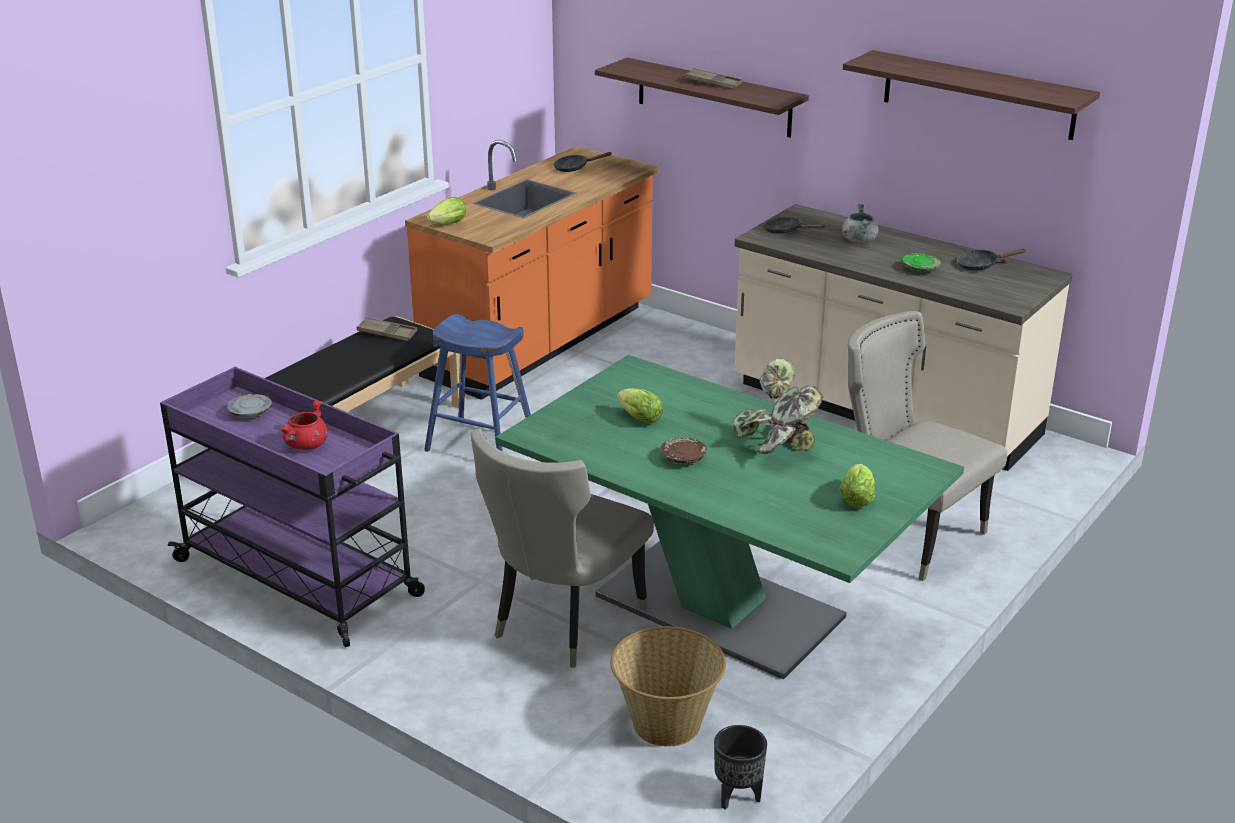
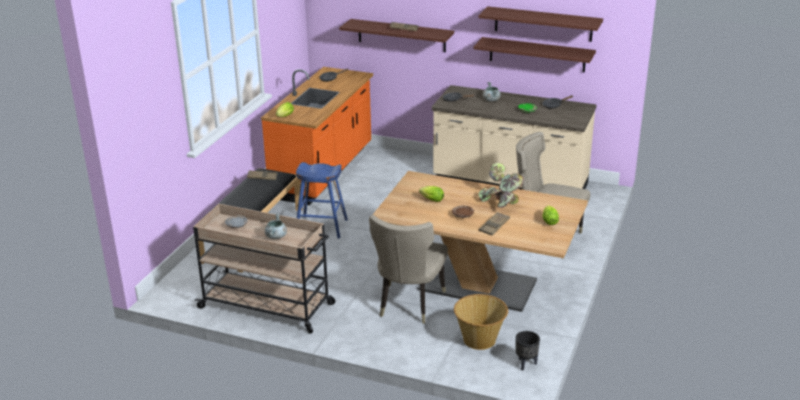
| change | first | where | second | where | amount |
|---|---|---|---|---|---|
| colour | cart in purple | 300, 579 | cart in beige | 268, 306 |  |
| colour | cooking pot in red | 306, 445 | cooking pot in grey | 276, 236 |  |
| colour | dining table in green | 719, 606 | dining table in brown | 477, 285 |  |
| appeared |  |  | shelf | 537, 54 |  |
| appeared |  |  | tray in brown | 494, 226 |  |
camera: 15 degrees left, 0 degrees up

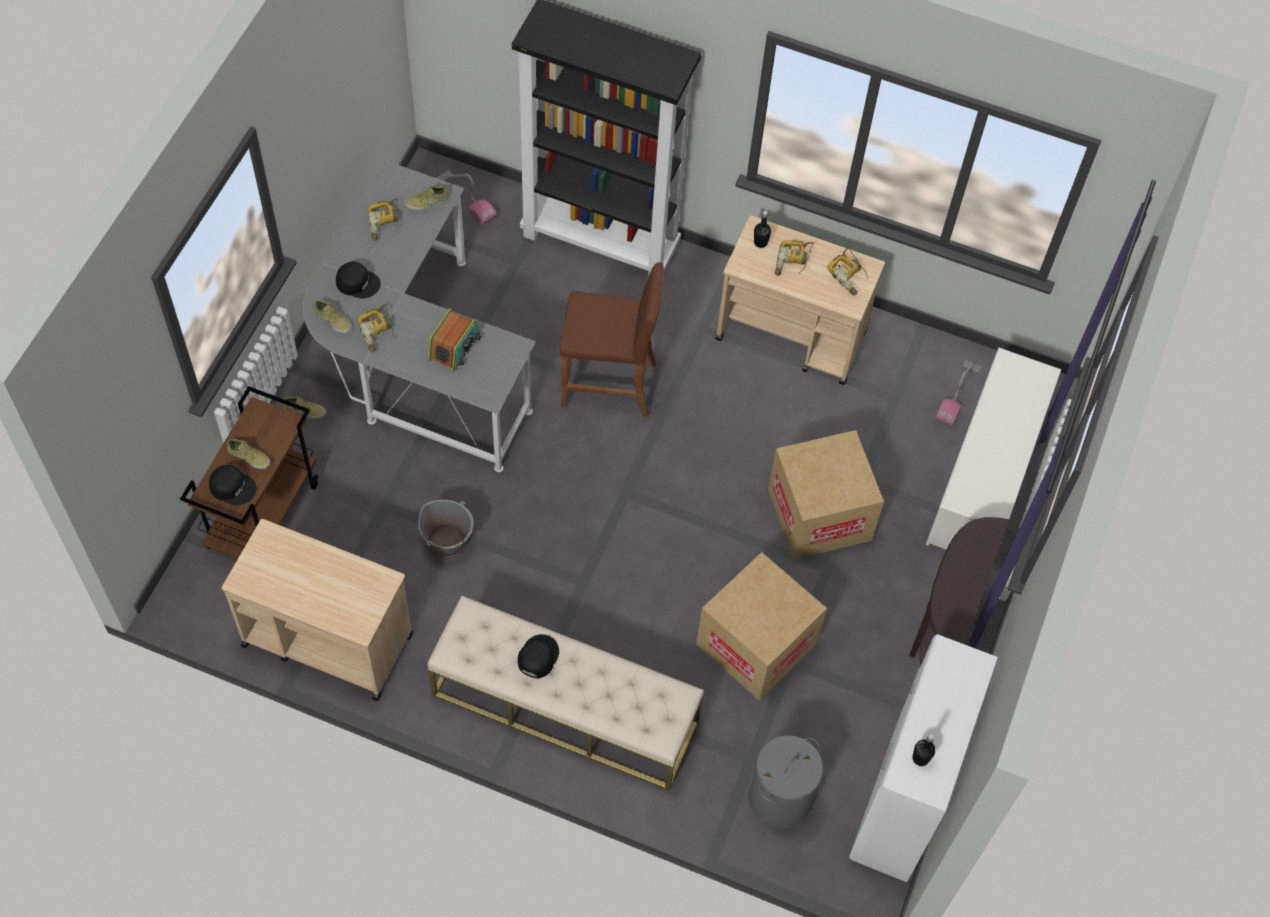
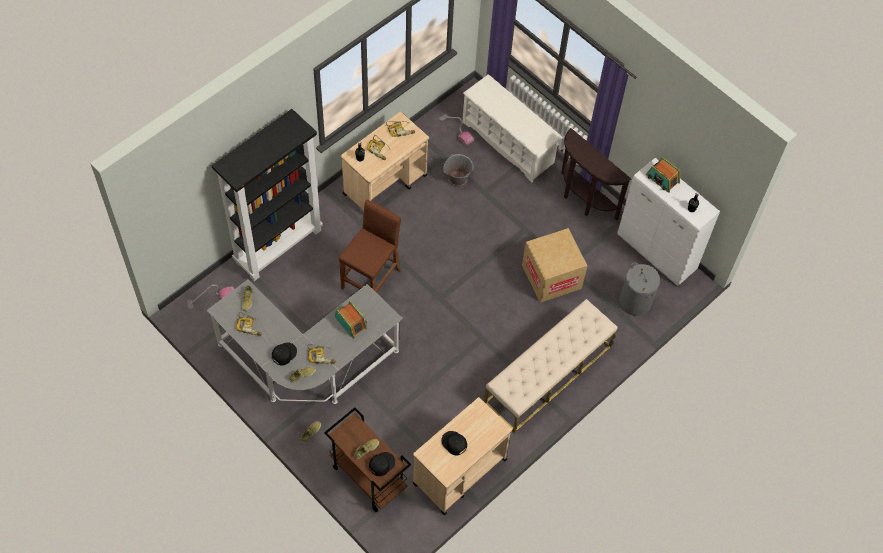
| change | first | where | second | where | amount |
|---|---|---|---|---|---|
| relocated | bucket in grey | 447, 544 |  | 457, 179 |  |
| relocated | cap in black | 537, 656 |  | 454, 443 |  |
| missing | cardboard box | 819, 514 |  |  |  |
| appeared |  |  | radio | 662, 179 |  |
camera: 65 degrees left, 0 degrees up

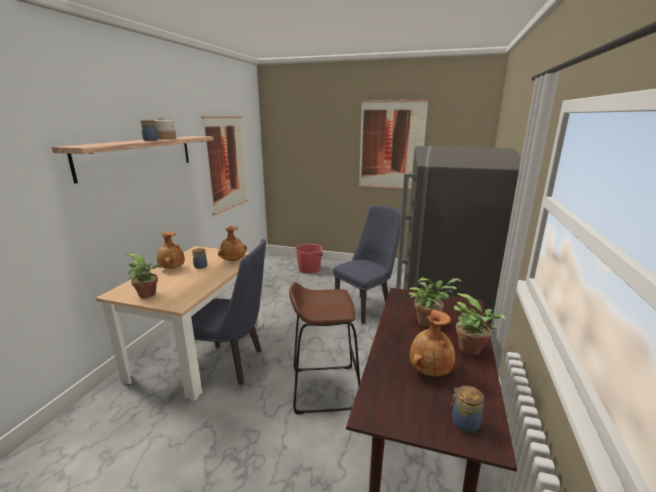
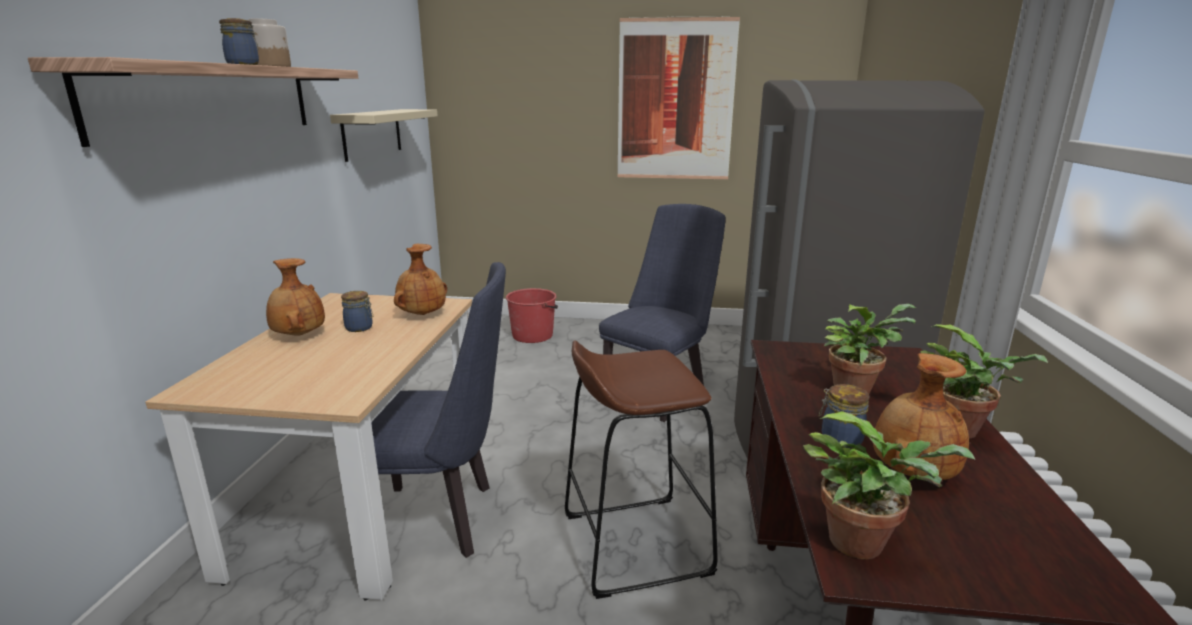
| change | first | where | second | where | amount |
|---|---|---|---|---|---|
| relocated | potted plant | 149, 295 |  | 863, 542 |  |
| exchanged | picture | 227, 163 | shelf in beige | 372, 133 |  |
| relocated | jar | 464, 422 |  | 839, 439 |  |
camera: 10 degrees left, 0 degrees up

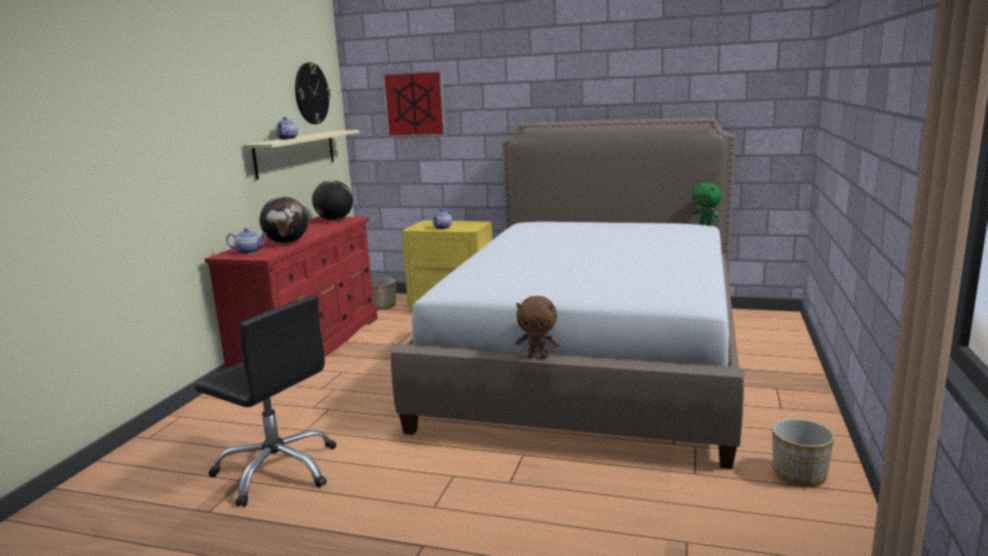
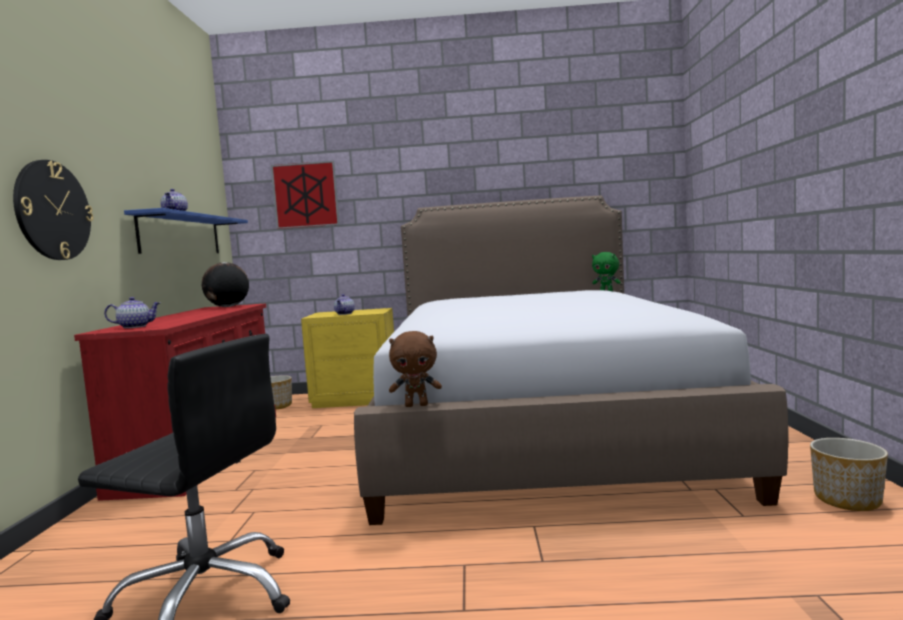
| change | first | where | second | where | amount |
|---|---|---|---|---|---|
| colour | shelf in beige | 296, 153 | shelf in blue | 181, 235 |  |
| missing | globe | 287, 243 |  |  |  |
| relocated | wall clock | 311, 93 |  | 53, 210 |  |
| relocated | plush toy in brown | 538, 357 |  | 417, 405 |  |
camera: 15 degrees left, 10 degrees down

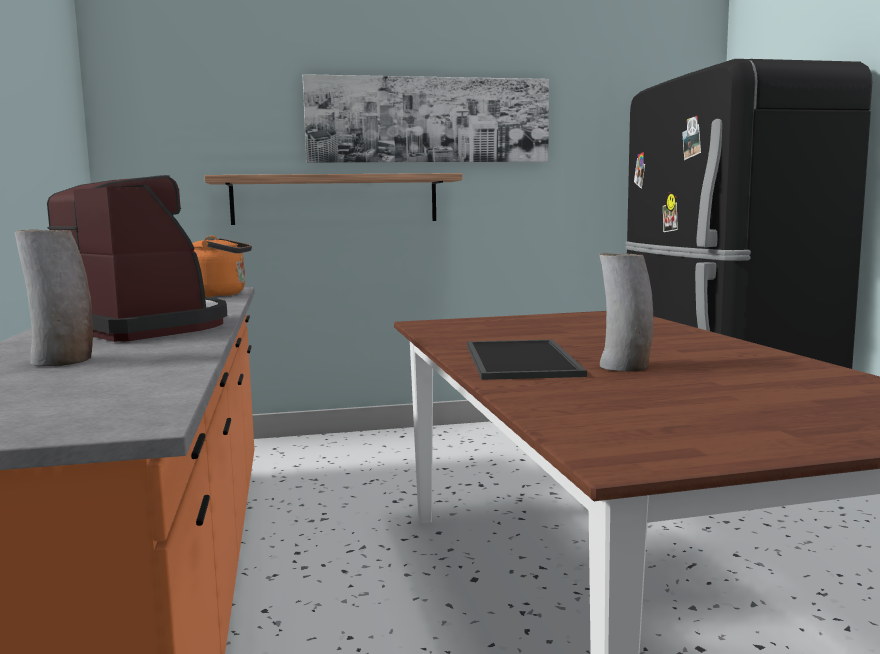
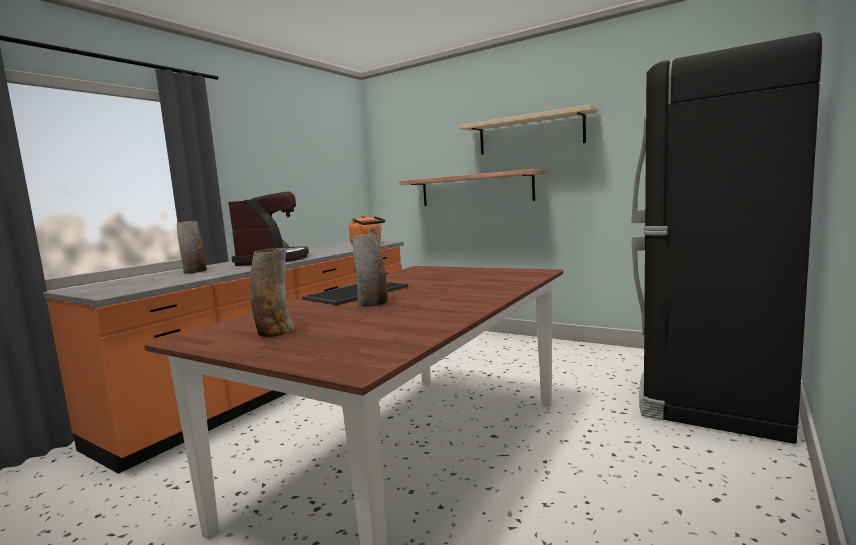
| change | first | where | second | where | amount |
|---|---|---|---|---|---|
| exchanged | picture | 429, 120 | shelf in beige | 530, 133 |  |
| appeared |  |  | vase | 275, 332 |  |
camera: 45 degrees right, 0 degrees up

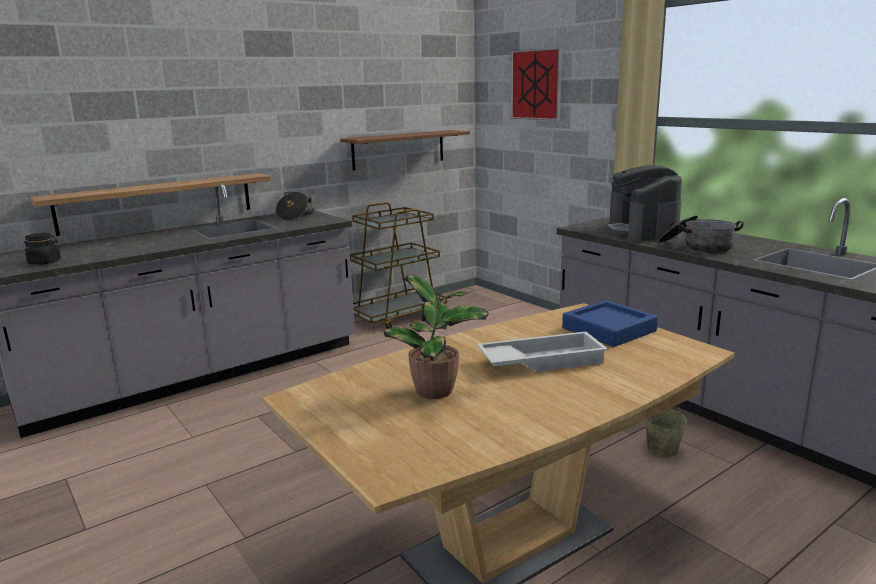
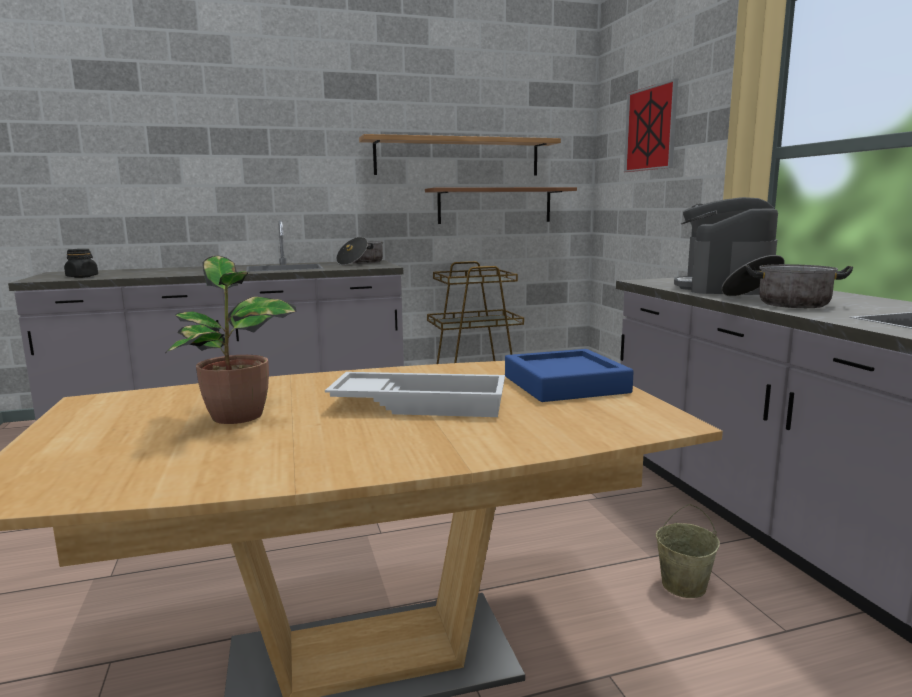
| change | first | where | second | where | amount |
|---|---|---|---|---|---|
| relocated | shelf | 157, 202 |  | 458, 157 |  |
camera: 20 degrees right, 5 degrees down

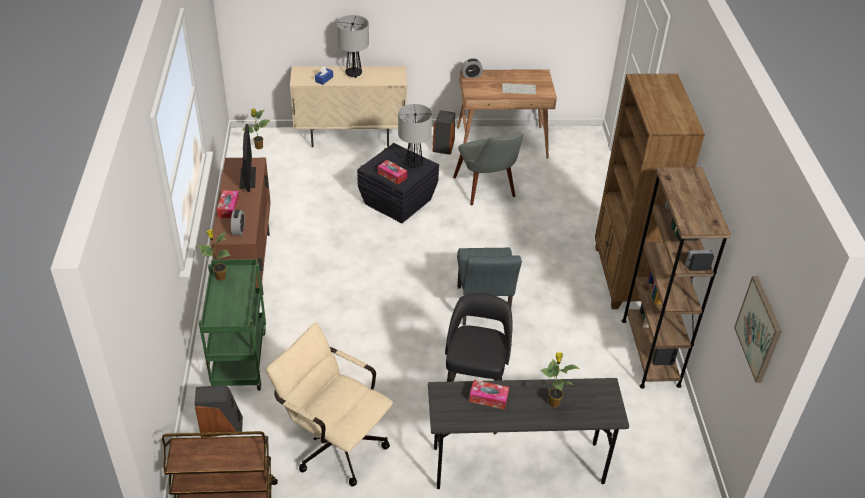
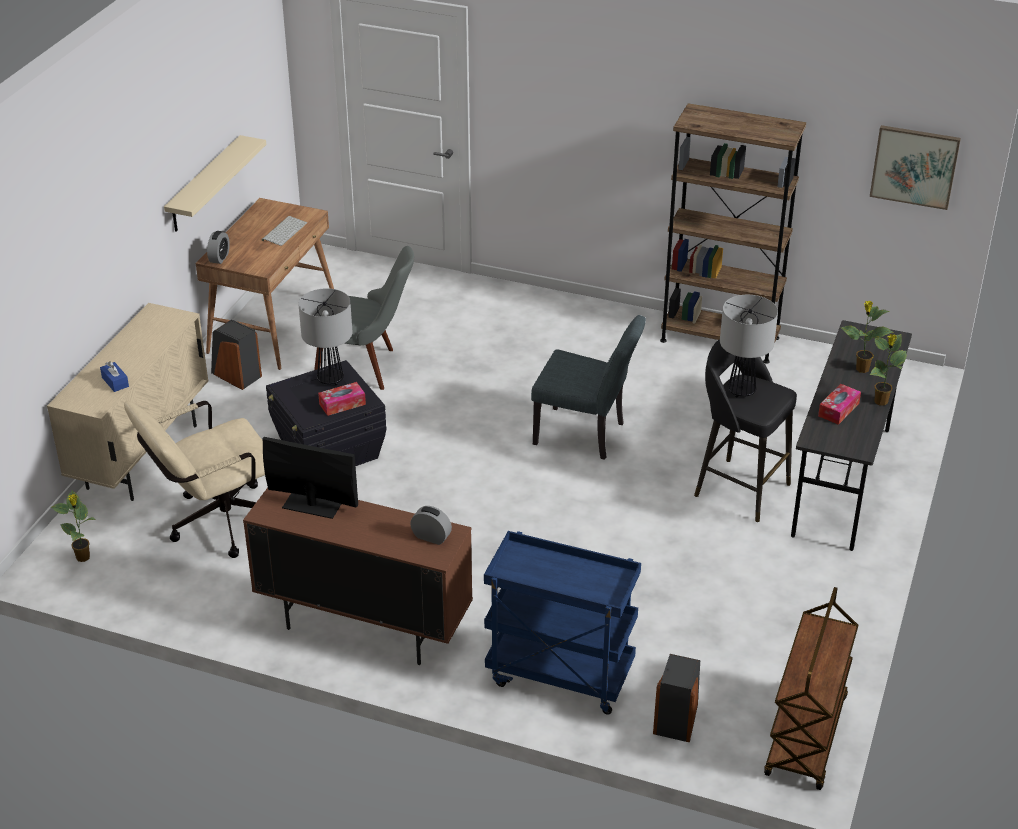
| change | first | where | second | where | amount |
|---|---|---|---|---|---|
| relocated | potted plant | 220, 277 |  | 881, 402 |  |
| colour | cart in green | 239, 358 | cart in blue | 558, 676 |  |
| missing | tissue box | 228, 208 |  |  |  |
| relocated | office chair in beige | 334, 443 |  | 216, 524 |  |
| relocated | table lamp | 354, 74 |  | 742, 391 |  |
| missing | bookcase in brown | 624, 277 |  |  |  |
| appeared |  |  | shelf in beige | 205, 185 |  |
camera: 65 degrees left, 5 degrees down

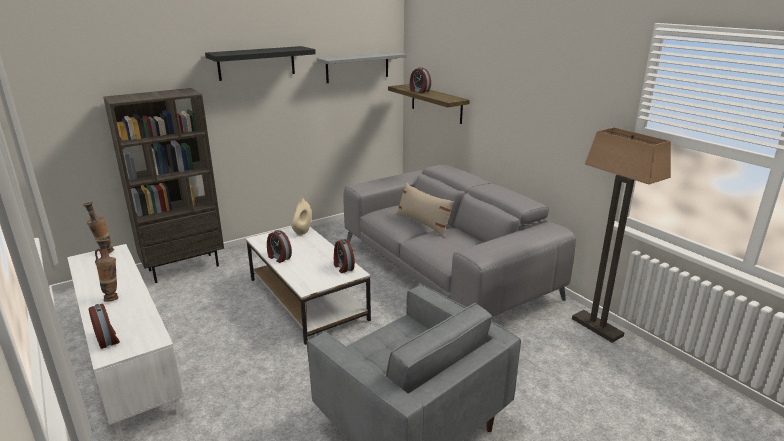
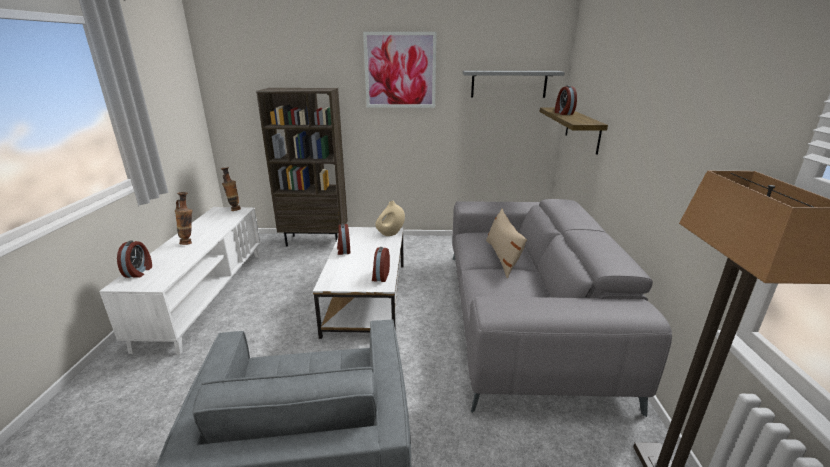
| change | first | where | second | where | amount |
|---|---|---|---|---|---|
| exchanged | shelf in black | 256, 63 | picture | 400, 70 |  |
camera: 35 degrees right, 0 degrees up

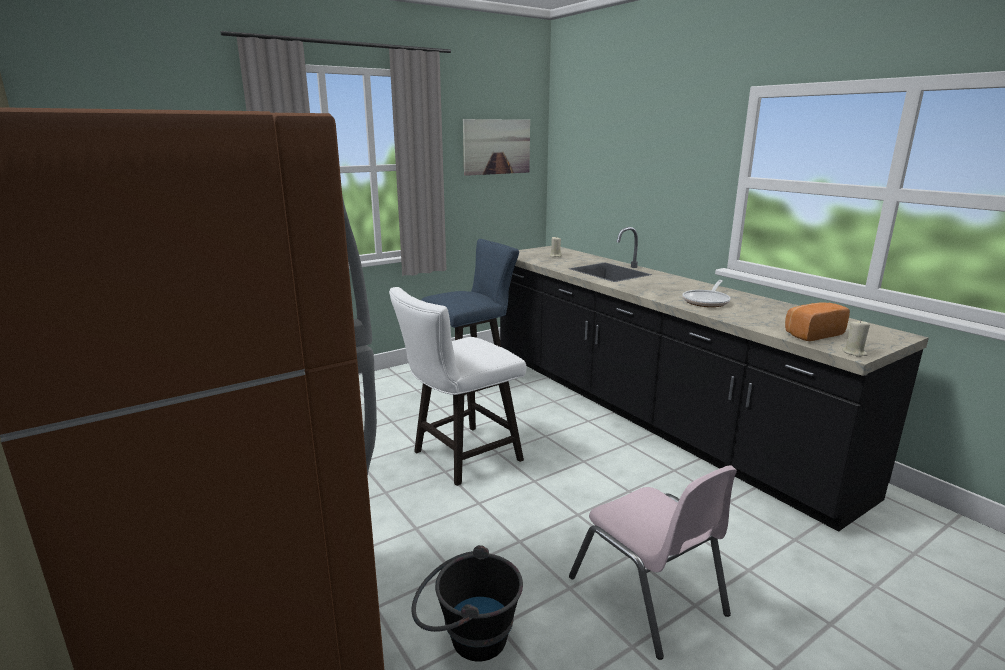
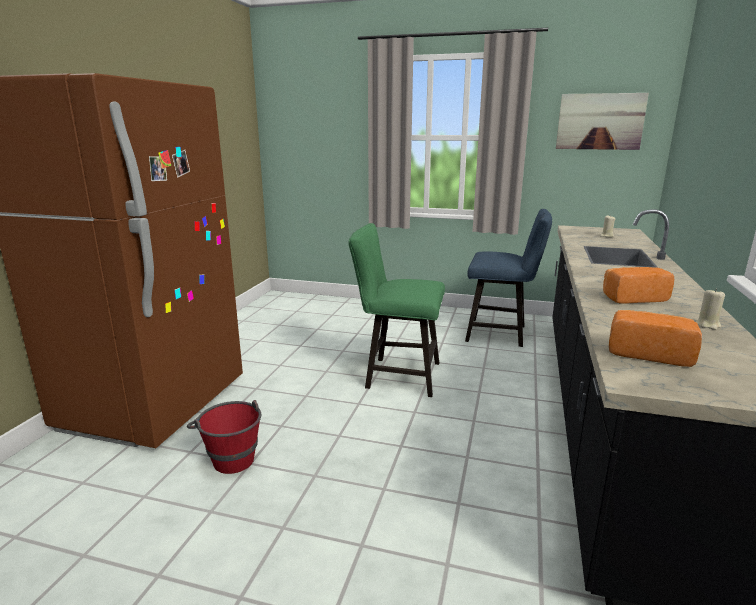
| change | first | where | second | where | amount |
|---|---|---|---|---|---|
| colour | chair in white | 460, 458 | chair in green | 397, 375 |  |
| colour | bucket in black | 467, 638 | bucket in red | 230, 456 |  |
| missing | chair in pink | 647, 596 |  |  |  |
| exchanged | frying pan | 707, 301 | bread | 632, 298 |  |
| relocated | candle in beige | 854, 353 |  | 708, 325 |  |
camera: 50 degrees right, 0 degrees up

